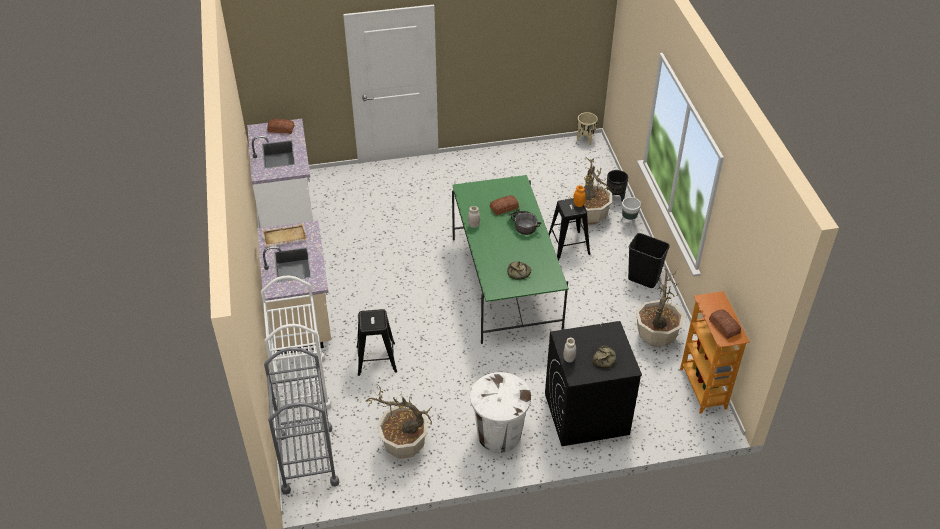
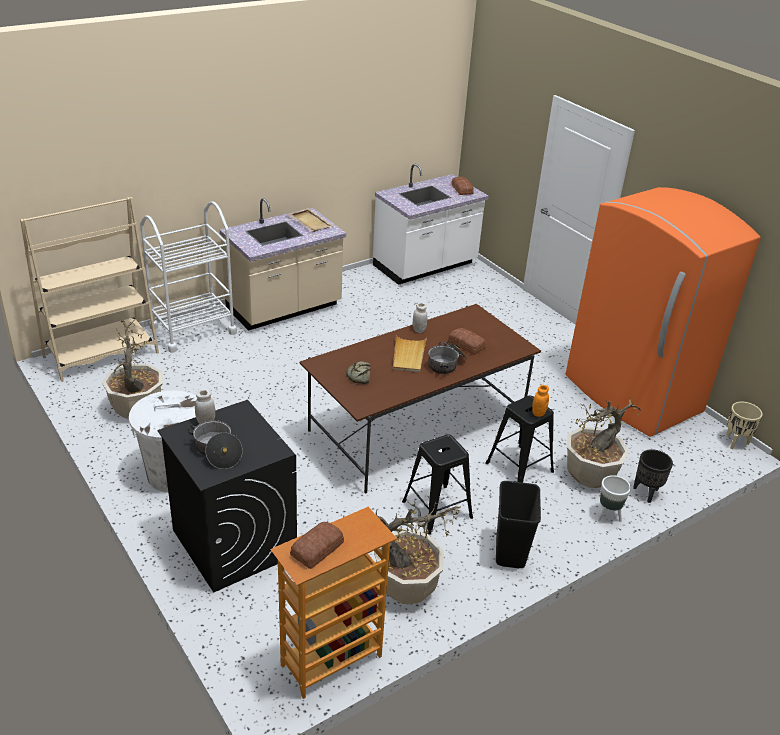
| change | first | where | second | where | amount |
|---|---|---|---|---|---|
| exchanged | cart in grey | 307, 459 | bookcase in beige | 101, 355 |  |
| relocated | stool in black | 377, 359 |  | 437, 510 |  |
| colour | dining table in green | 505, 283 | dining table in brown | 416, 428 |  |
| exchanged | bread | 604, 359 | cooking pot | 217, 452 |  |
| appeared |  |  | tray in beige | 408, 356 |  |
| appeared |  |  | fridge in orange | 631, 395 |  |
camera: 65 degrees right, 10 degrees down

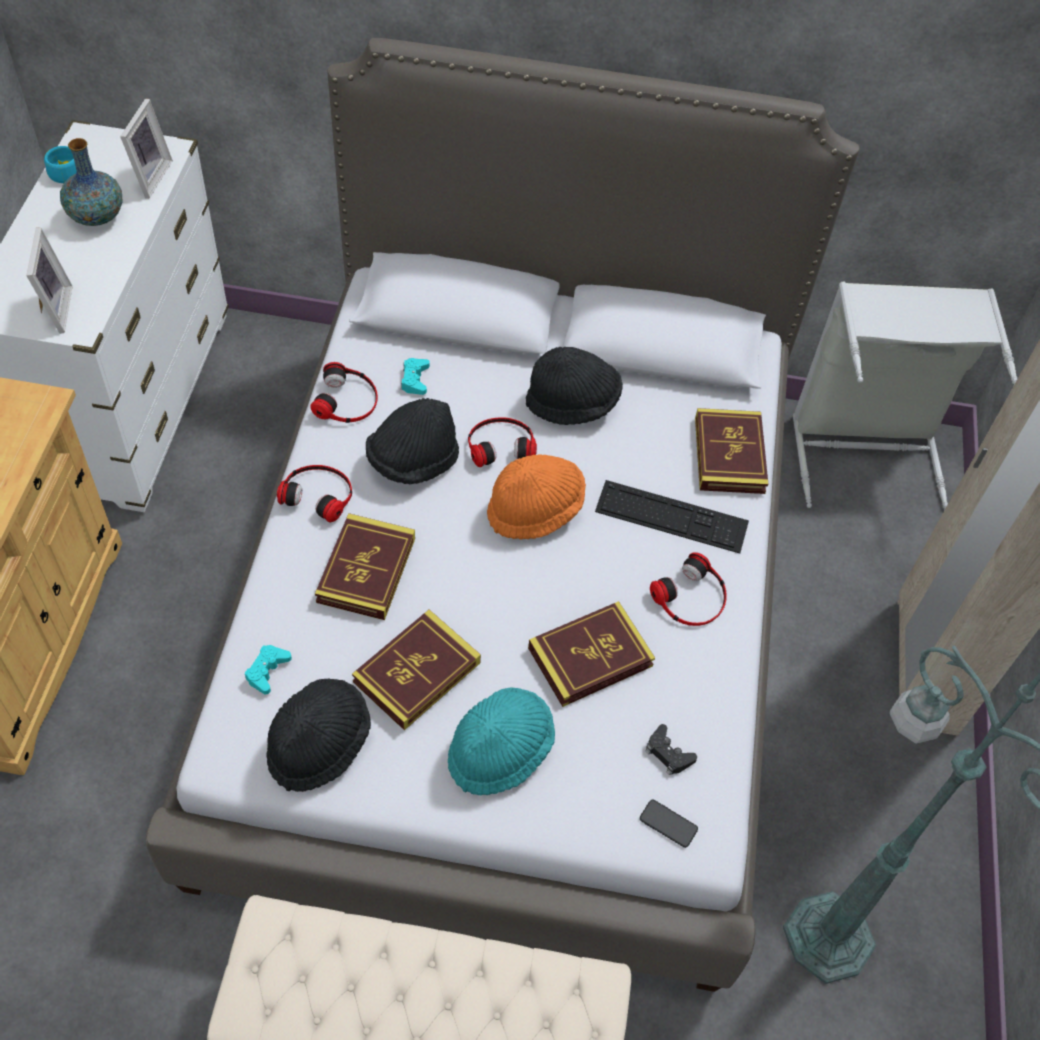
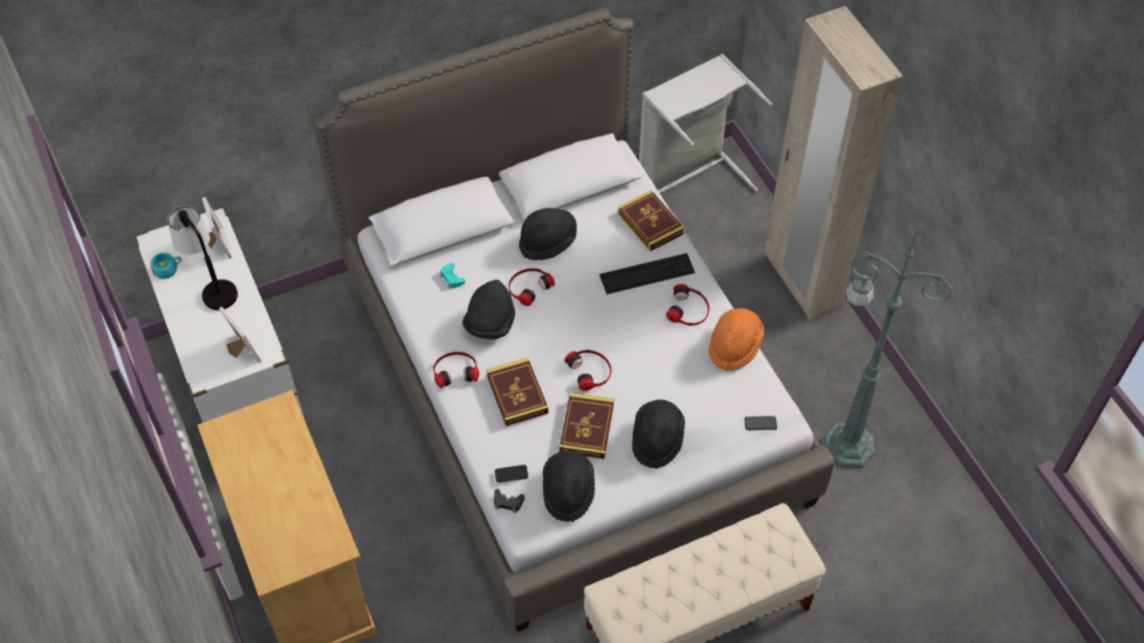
| change | first | where | second | where | amount |
|---|---|---|---|---|---|
| exchanged | vase | 96, 217 | table lamp | 211, 285 |  |
| exchanged | game controller in turquoise | 267, 671 | phone | 511, 474 |  |
| relocated | headphones | 347, 400 |  | 590, 371 |  |
| colour | hat in turquoise | 499, 751 | hat in black | 657, 440 |  |
| relocated | hat in orange | 535, 510 |  | 734, 346 |  |
| missing | book | 590, 657 |  |  |  |
| relocated | game controller in black | 668, 753 |  | 507, 503 |  |
camera: 30 degrees left, 0 degrees up

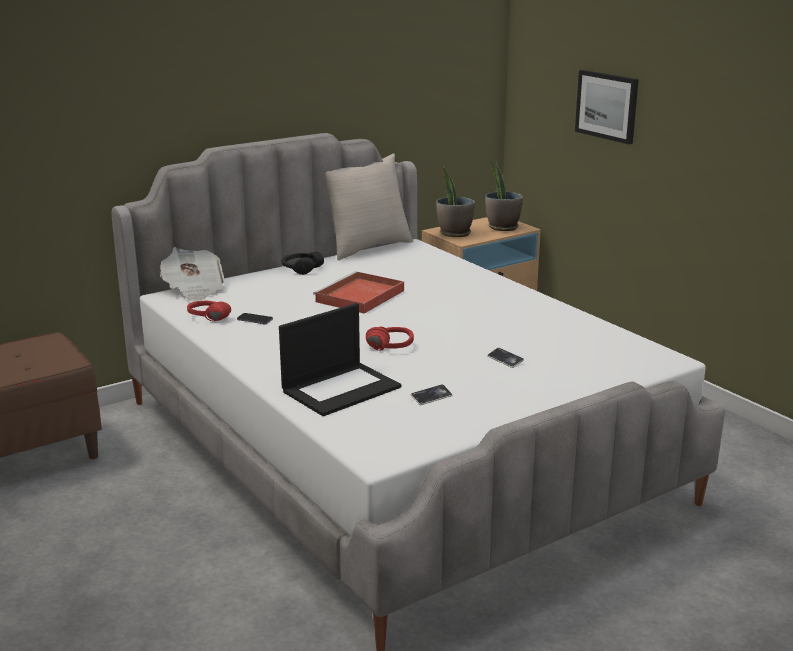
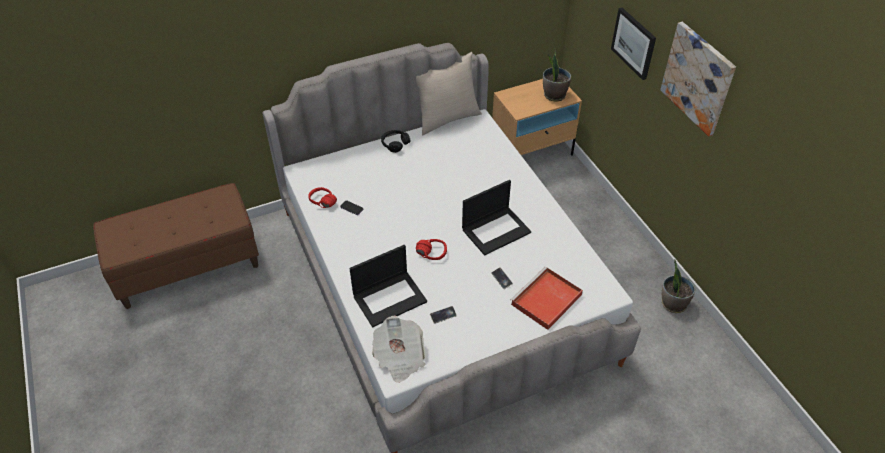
| change | first | where | second | where | amount |
|---|---|---|---|---|---|
| relocated | newspaper | 194, 290 |  | 399, 357 |  |
| relocated | tray in red | 359, 297 |  | 546, 301 |  |
| relocated | potted plant | 454, 233 |  | 673, 303 |  |
| appeared |  |  | laptop | 496, 230 |  |
| appeared |  |  | picture | 698, 78 |  |
camera: 10 degrees right, 25 degrees up

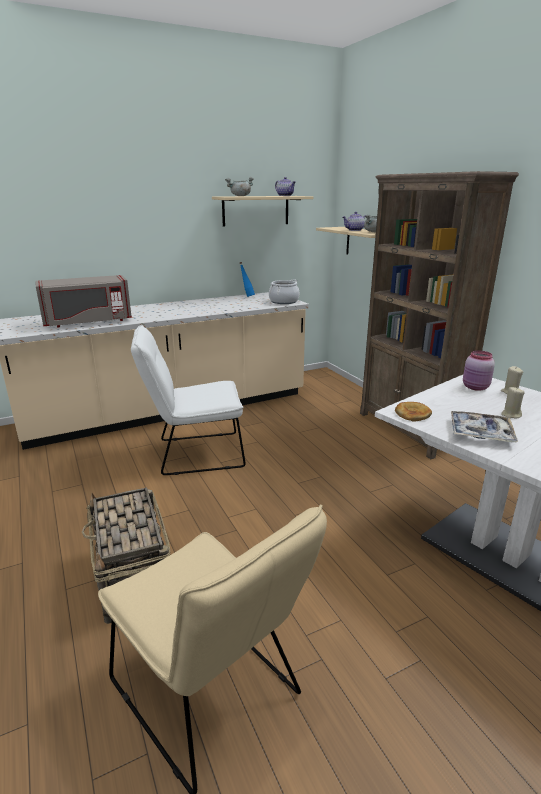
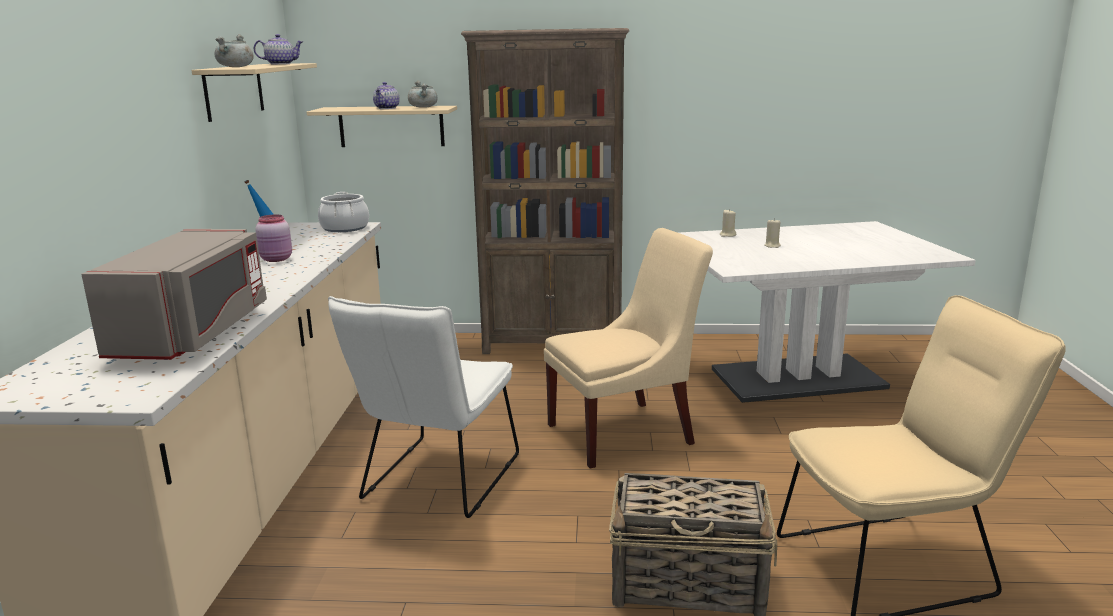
| change | first | where | second | where | amount |
|---|---|---|---|---|---|
| missing | bread | 412, 414 |  |  |  |
| missing | tray | 480, 433 |  |  |  |
| relocated | jar in pink | 475, 387 |  | 277, 259 |  |
| appeared |  |  | chair in beige | 626, 433 |  |
camera: 60 degrees left, 5 degrees down

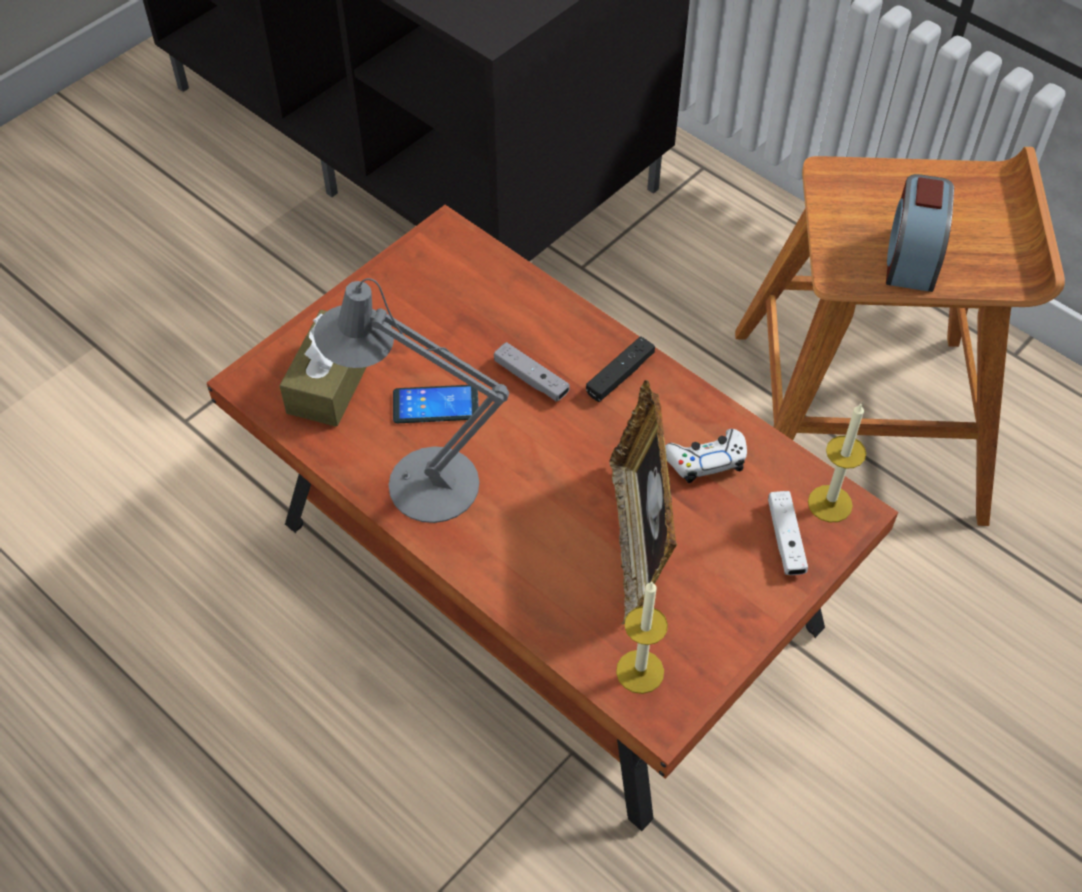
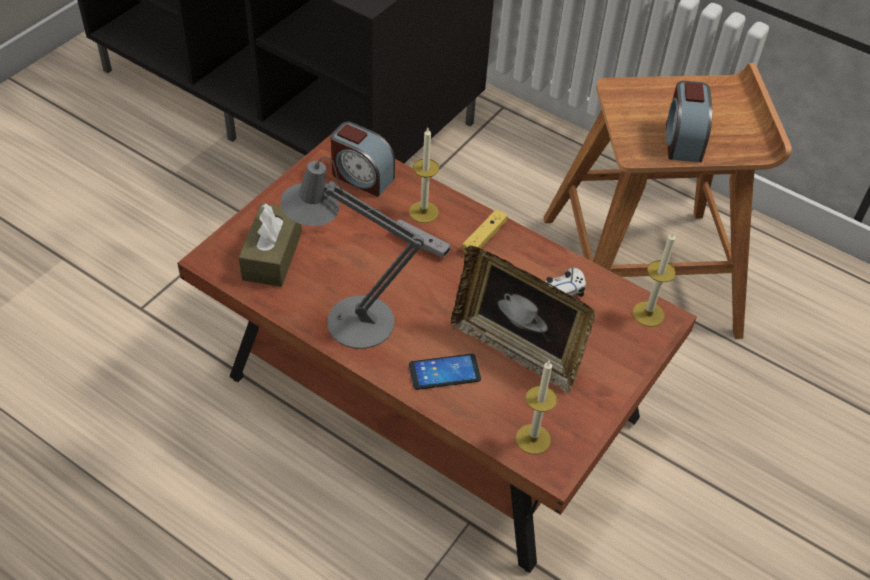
| change | first | where | second | where | amount |
|---|---|---|---|---|---|
| relocated | phone | 435, 405 |  | 444, 372 |  |
| colour | game controller in black | 620, 375 | game controller in yellow | 484, 237 |  |
| spun | picture frame | 637, 541 |  | 516, 349 | 45 degrees counterclockwise |
| missing | game controller in white | 785, 539 |  |  |  |
| appeared |  |  | alarm clock | 361, 177 |  |
| appeared |  |  | candle | 423, 212 |  |
camera: 10 degrees left, 5 degrees down

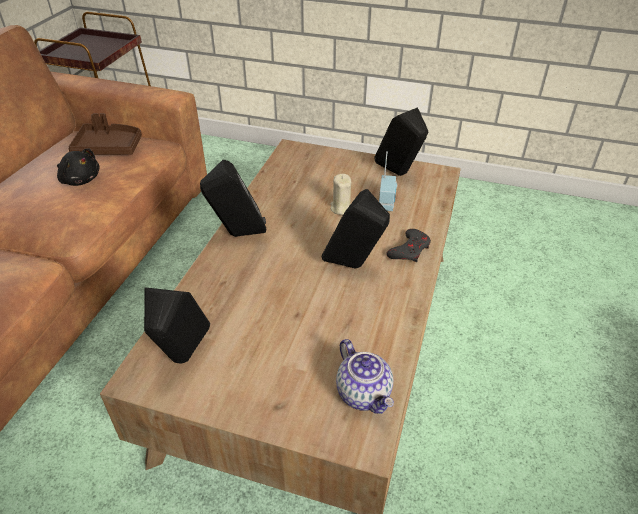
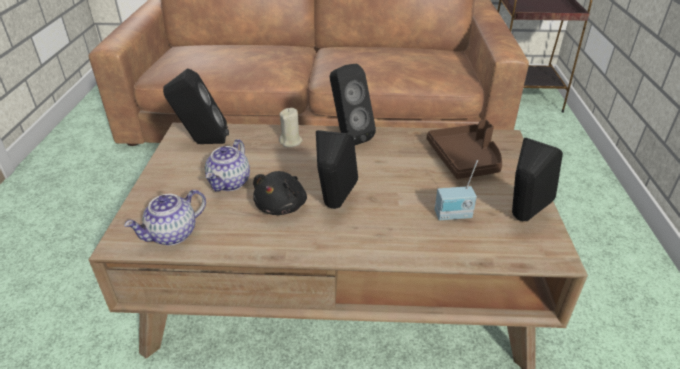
| change | first | where | second | where | amount |
|---|---|---|---|---|---|
| relocated | plush toy in black | 80, 180 |  | 282, 206 |  |
| relocated | tray in brown | 109, 147 |  | 465, 160 |  |
| relocated | candle in beige | 340, 208 |  | 291, 142 |  |
| missing | game controller in grey | 409, 250 |  |  |  |
| appeared |  |  | teapot | 230, 183 |  |
camera: 75 degrees right, 5 degrees down

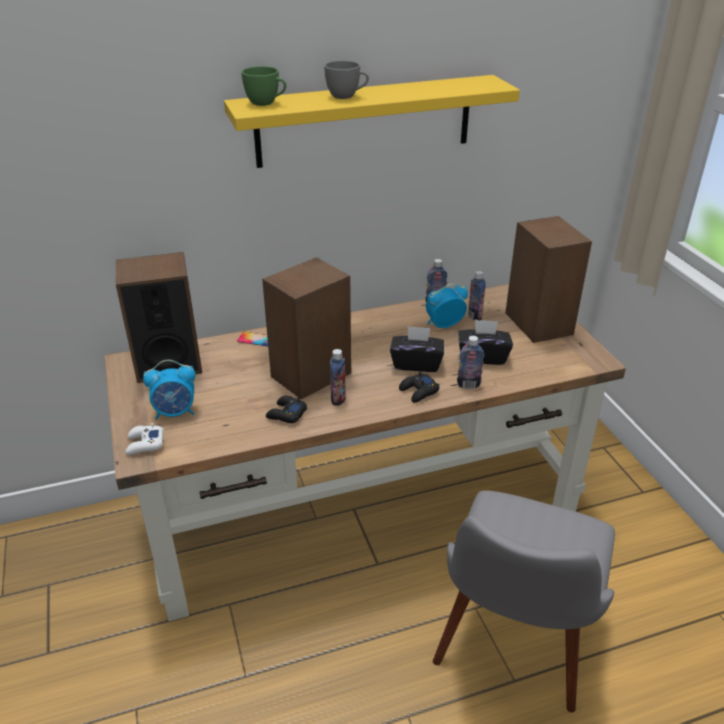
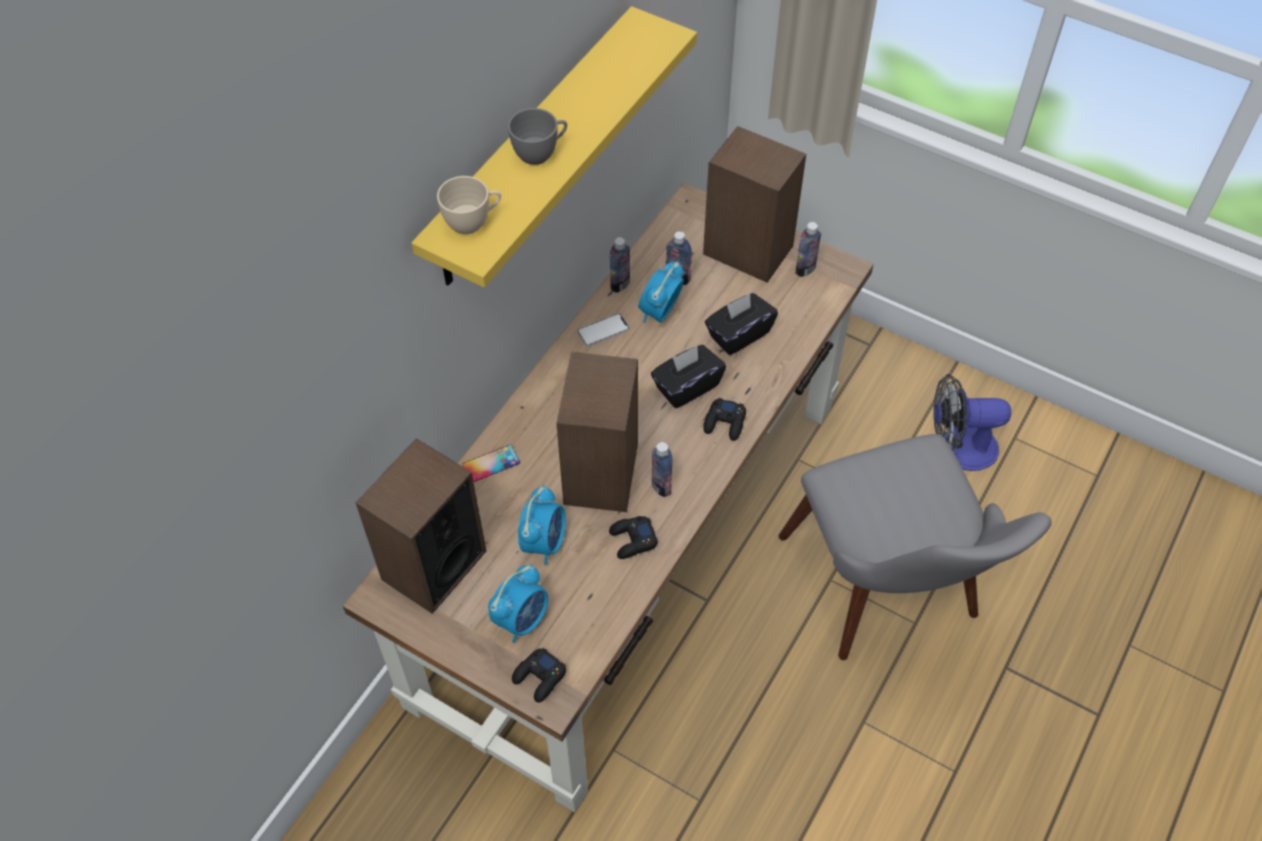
| change | first | where | second | where | amount |
|---|---|---|---|---|---|
| colour | game controller in white | 144, 444 | game controller in black | 539, 677 |  |
| colour | cup in green | 266, 103 | cup in beige | 473, 222 |  |
| relocated | bottle | 468, 385 |  | 805, 269 |  |
| appeared |  |  | alarm clock | 544, 542 |  |
| appeared |  |  | phone | 603, 331 |  |
| appeared |  |  | fan | 958, 448 |  |
camera: 40 degrees left, 20 degrees up

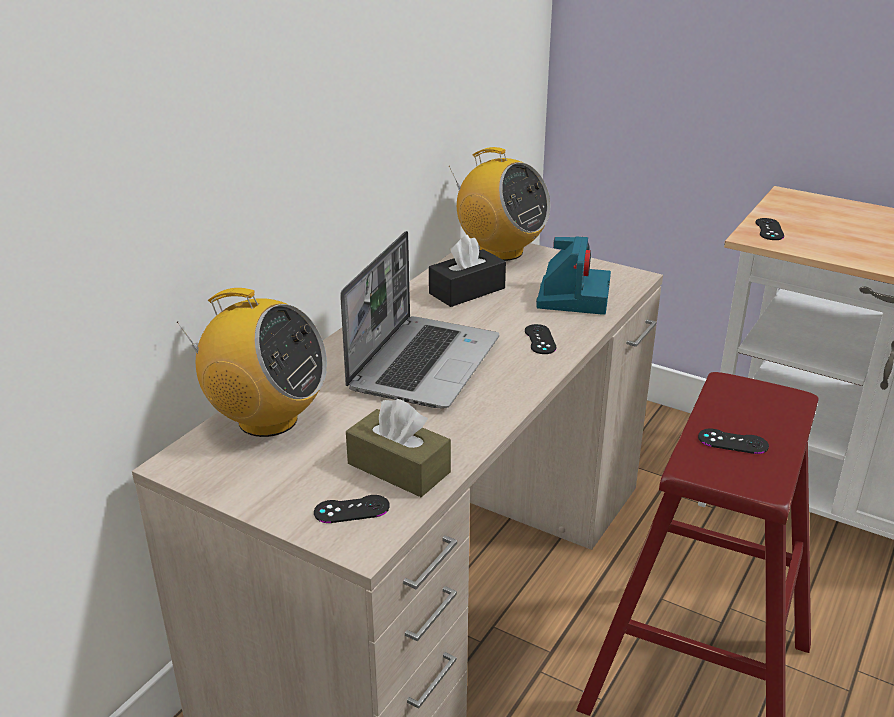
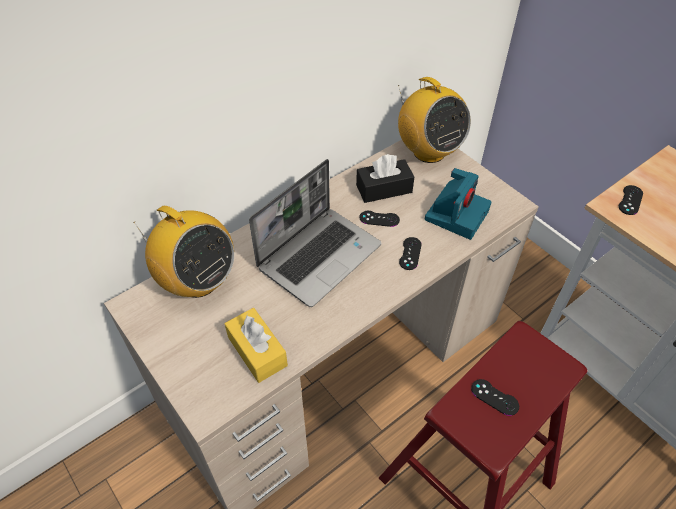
| change | first | where | second | where | amount |
|---|---|---|---|---|---|
| relocated | game controller in black | 351, 509 |  | 379, 219 |  |
| colour | tissue box in brown | 398, 468 | tissue box in yellow | 257, 351 |  |
camera: 20 degrees right, 20 degrees up

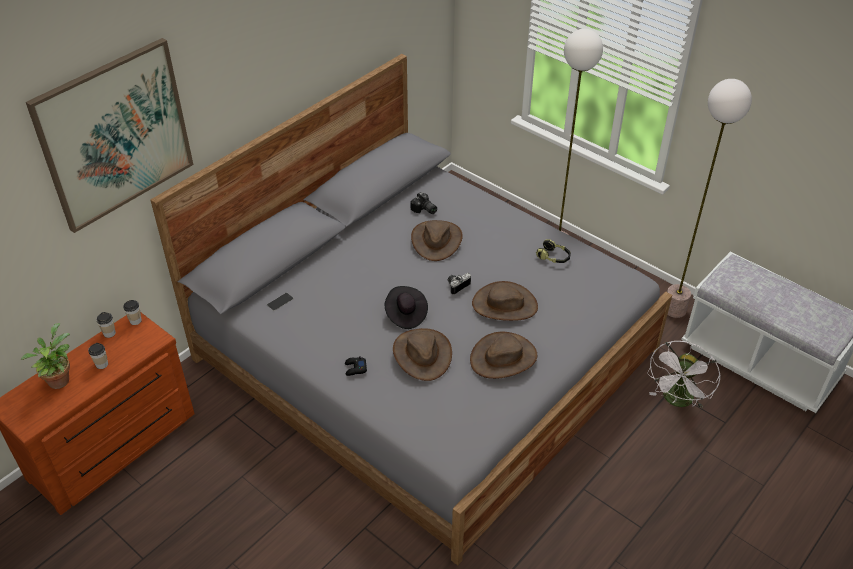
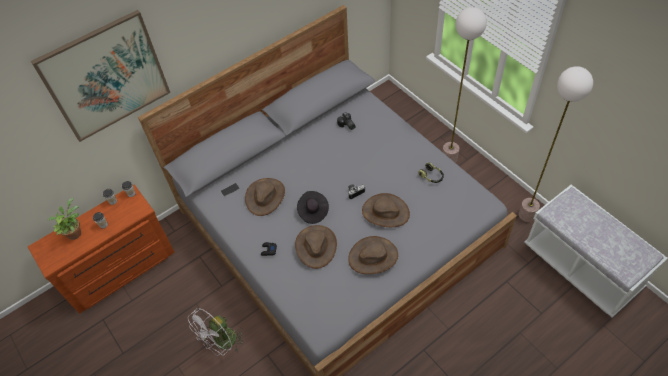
| change | first | where | second | where | amount |
|---|---|---|---|---|---|
| relocated | hat in brown | 436, 240 |  | 265, 197 |  |
| relocated | fan in white | 677, 401 |  | 222, 343 |  |
camera: 15 degrees right, 10 degrees up

